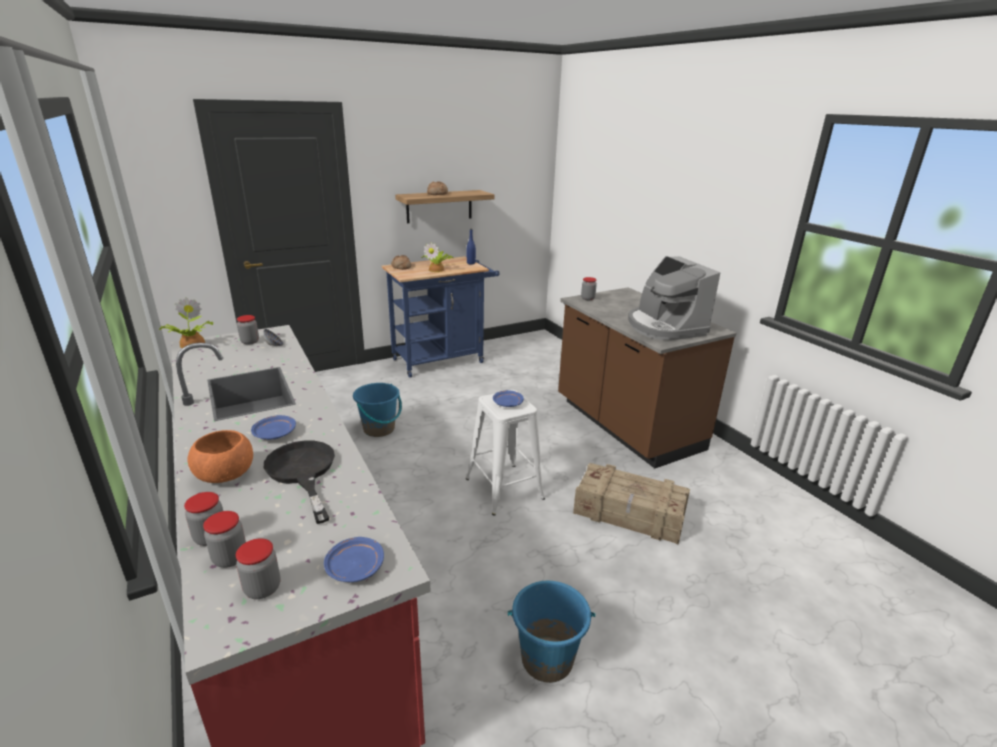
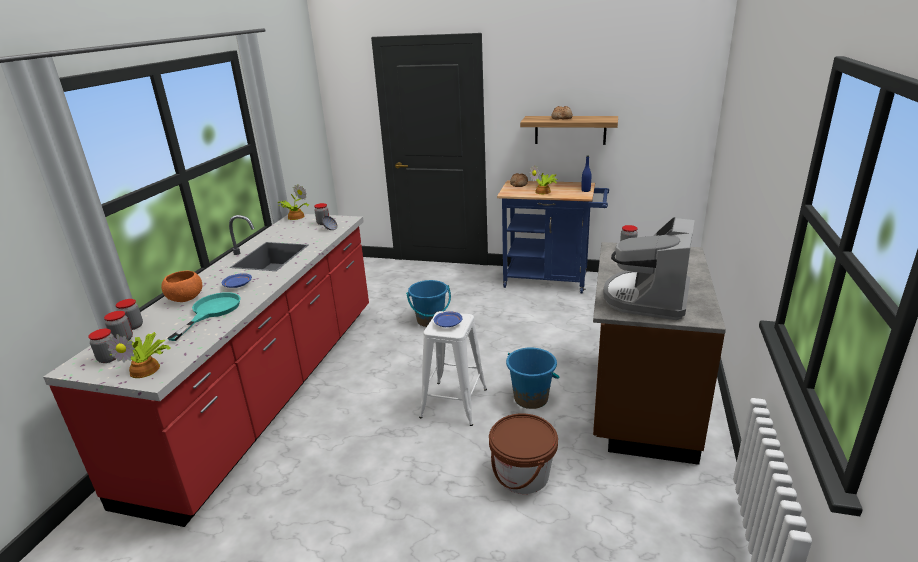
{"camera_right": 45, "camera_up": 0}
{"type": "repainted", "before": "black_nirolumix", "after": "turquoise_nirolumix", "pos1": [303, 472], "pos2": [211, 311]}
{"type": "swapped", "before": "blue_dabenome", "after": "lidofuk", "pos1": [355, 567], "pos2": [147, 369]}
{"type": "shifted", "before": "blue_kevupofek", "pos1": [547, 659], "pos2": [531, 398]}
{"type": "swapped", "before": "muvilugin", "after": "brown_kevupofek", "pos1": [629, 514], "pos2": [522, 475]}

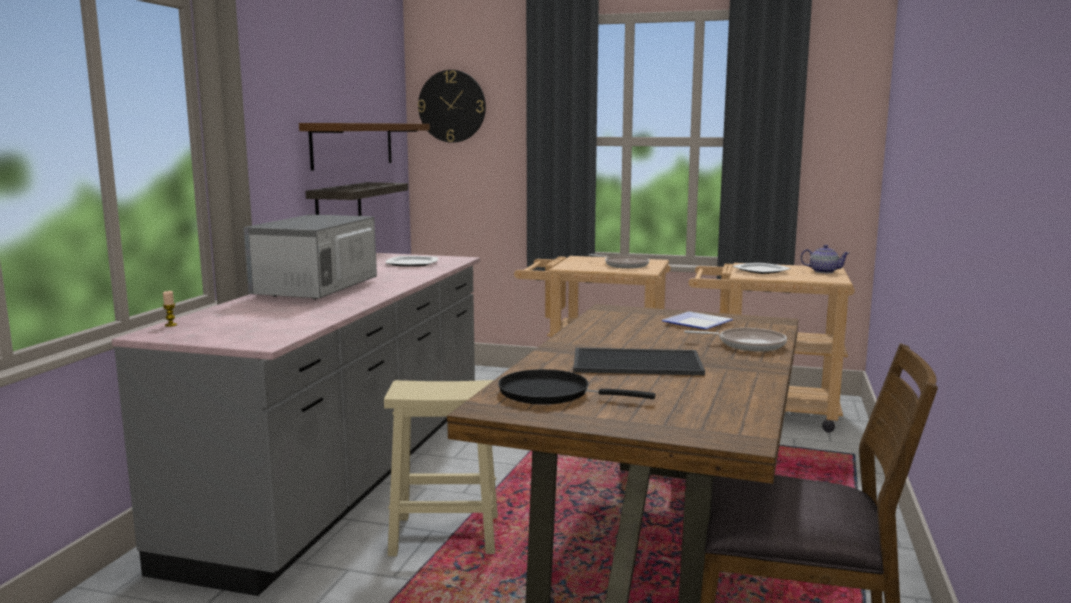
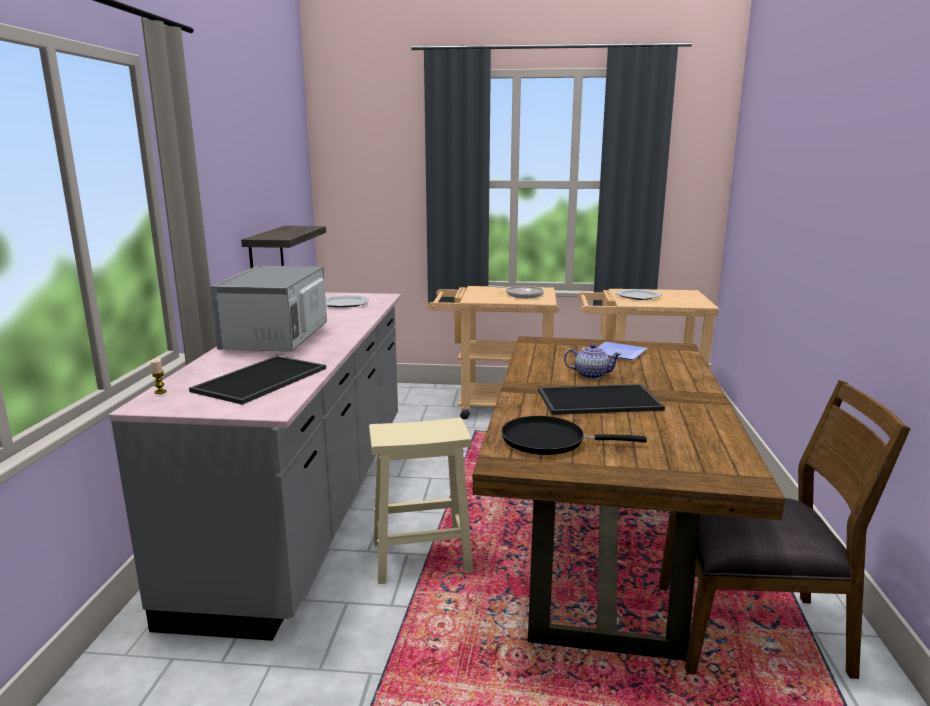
{"camera_right": -10, "camera_up": 5}
{"type": "gone", "before": "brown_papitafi", "pos1": [353, 145]}
{"type": "gone", "before": "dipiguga", "pos1": [452, 106]}
{"type": "gone", "before": "nirolumix", "pos1": [747, 345]}
{"type": "shifted", "before": "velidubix", "pos1": [823, 271], "pos2": [591, 375]}
{"type": "new", "after": "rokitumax", "pos2": [261, 380]}

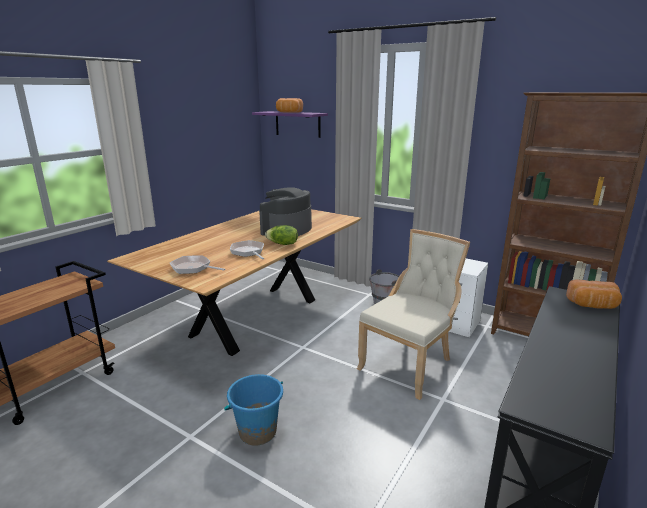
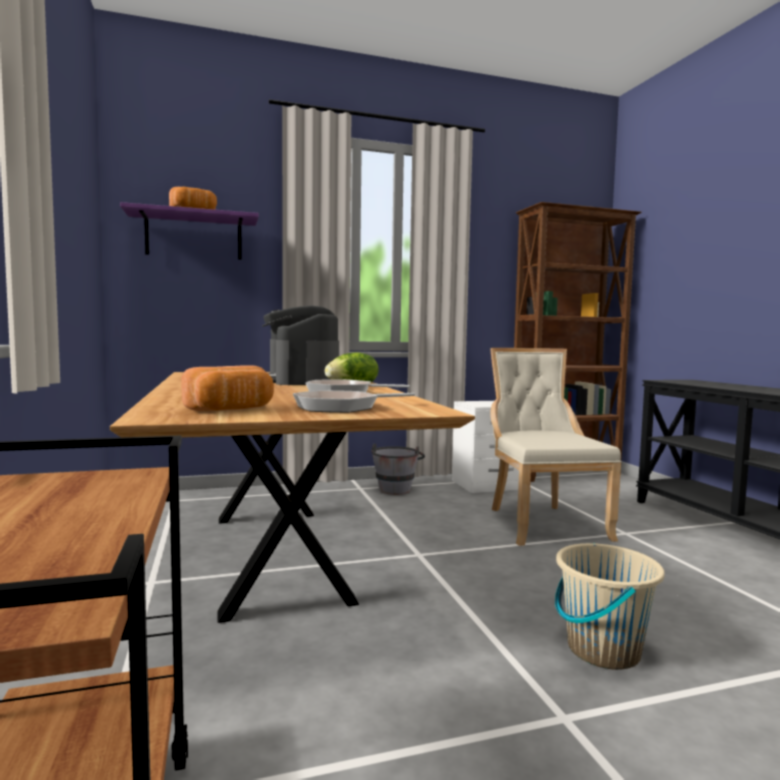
{"camera_right": -50, "camera_up": -15}
{"type": "repainted", "before": "blue_kevupofek", "after": "beige_kevupofek", "pos1": [257, 432], "pos2": [602, 650]}
{"type": "shifted", "before": "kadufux", "pos1": [592, 305], "pos2": [232, 410]}

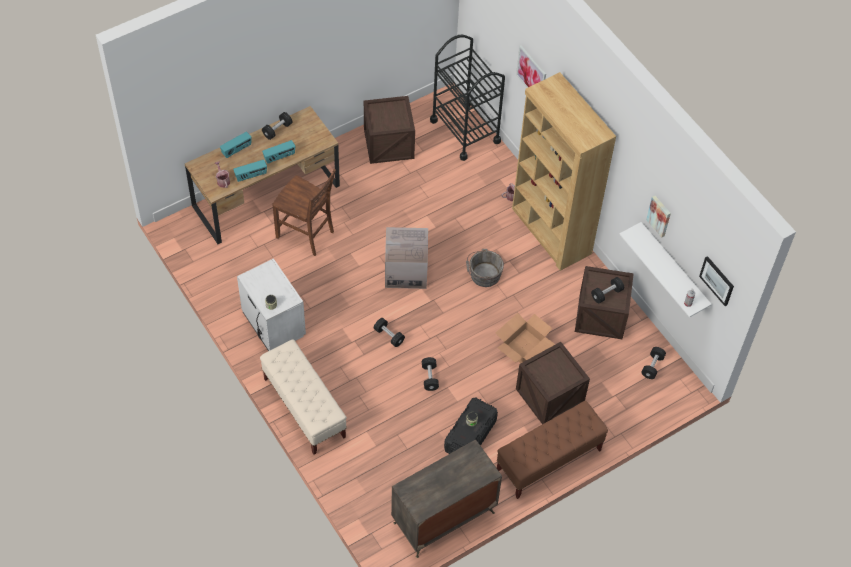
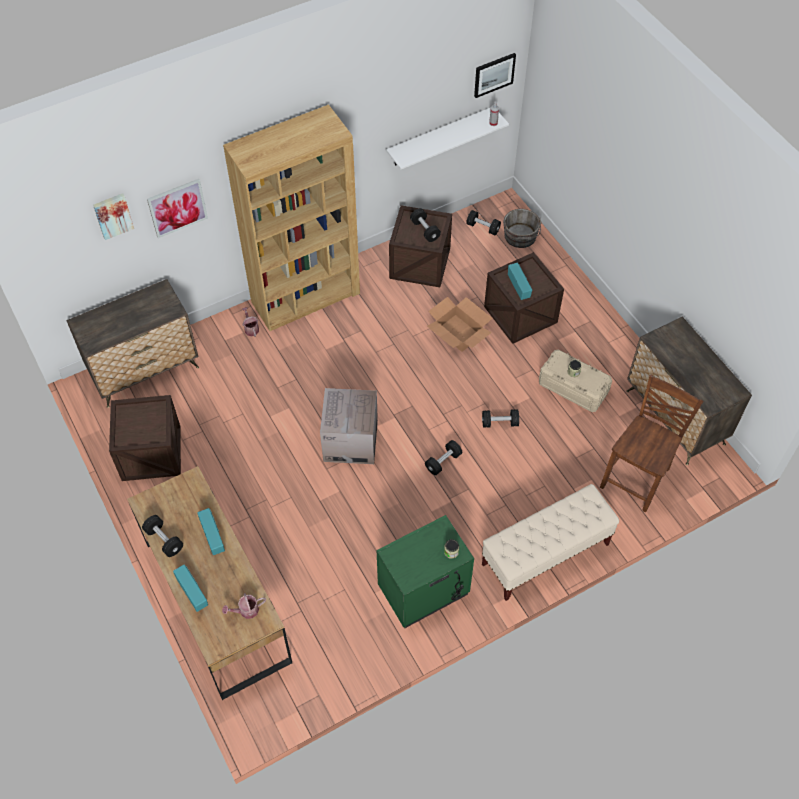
{"camera_right": -85, "camera_up": 0}
{"type": "shifted", "before": "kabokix", "pos1": [251, 176], "pos2": [519, 287]}
{"type": "repainted", "before": "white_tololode", "after": "green_tololode", "pos1": [272, 324], "pos2": [424, 591]}
{"type": "shifted", "before": "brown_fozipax", "pos1": [306, 234], "pos2": [637, 478]}
{"type": "swapped", "before": "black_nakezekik", "after": "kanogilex", "pos1": [465, 131], "pos2": [145, 370]}
{"type": "repainted", "before": "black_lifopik", "after": "beige_lifopik", "pos1": [470, 435], "pos2": [573, 388]}
{"type": "shifted", "before": "grey_kevupofek", "pos1": [483, 275], "pos2": [520, 237]}
{"type": "gone", "before": "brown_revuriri", "pos1": [548, 460]}
{"type": "shifted", "before": "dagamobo", "pos1": [659, 215], "pos2": [113, 215]}

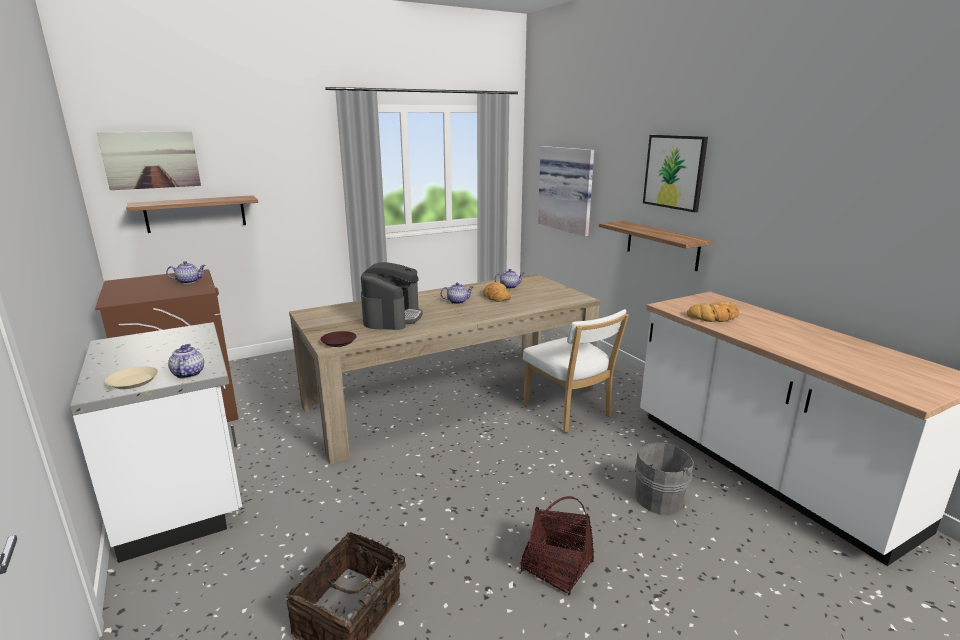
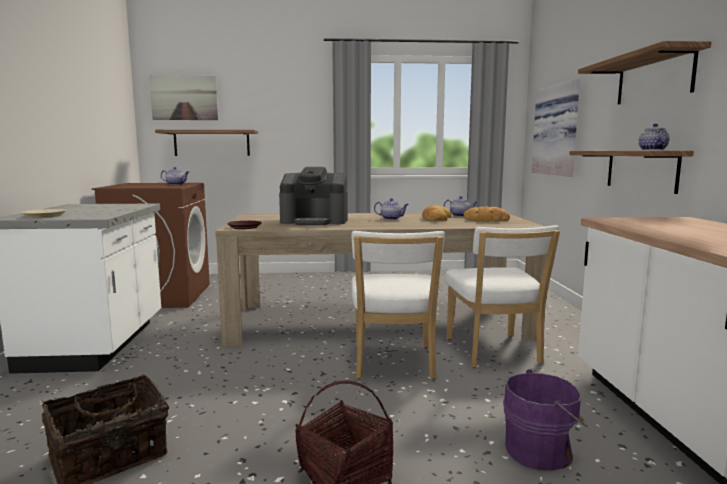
{"camera_right": 25, "camera_up": -10}
{"type": "shifted", "before": "velidubix", "pos1": [188, 373], "pos2": [652, 150]}
{"type": "rotated", "before": "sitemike", "pos1": [392, 317], "pos2": [315, 221], "turn": 60}
{"type": "repainted", "before": "grey_kevupofek", "after": "purple_kevupofek", "pos1": [661, 498], "pos2": [541, 451]}
{"type": "swapped", "before": "dagamobo", "after": "papitafi", "pos1": [674, 172], "pos2": [654, 78]}
{"type": "shifted", "before": "kadufux", "pos1": [714, 317], "pos2": [486, 220]}
{"type": "new", "after": "white_fozipax", "pos2": [393, 364]}

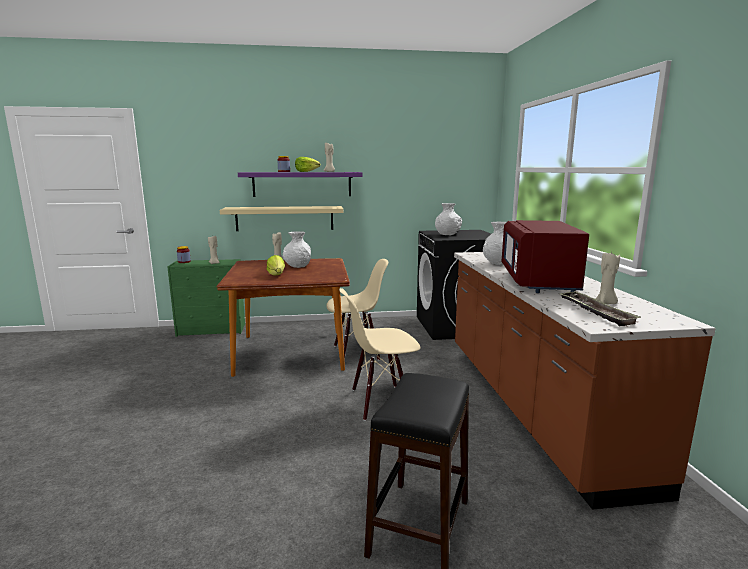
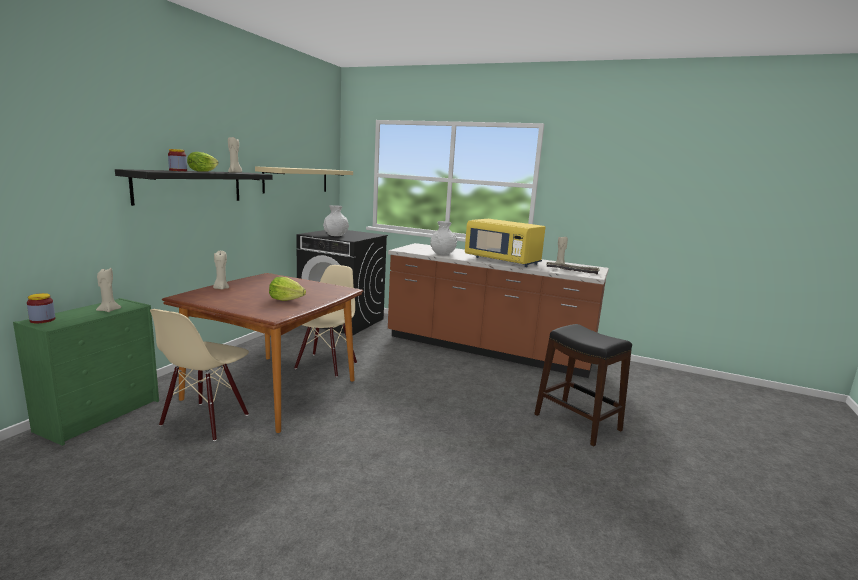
{"camera_right": -60, "camera_up": 0}
{"type": "shifted", "before": "beige_papitafi", "pos1": [284, 218], "pos2": [296, 180]}
{"type": "repainted", "before": "purple_papitafi", "after": "black_papitafi", "pos1": [302, 184], "pos2": [190, 187]}
{"type": "gone", "before": "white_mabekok", "pos1": [297, 266]}
{"type": "shifted", "before": "beige_fozipax", "pos1": [380, 401], "pos2": [205, 421]}
{"type": "repainted", "before": "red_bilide", "after": "yellow_bilide", "pos1": [538, 281], "pos2": [502, 261]}

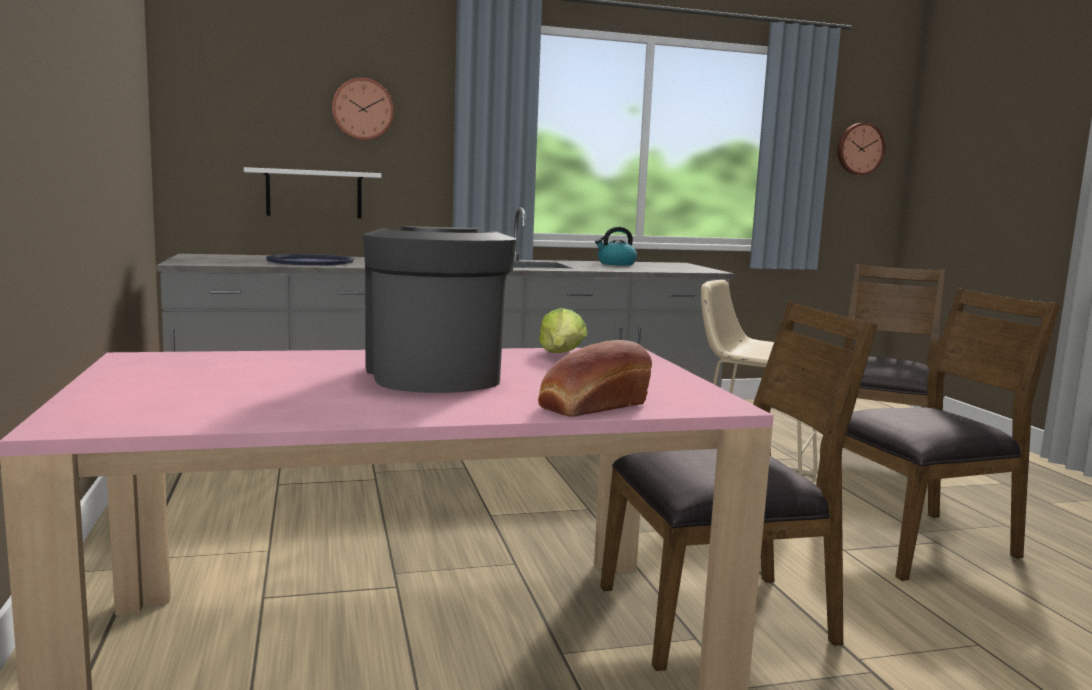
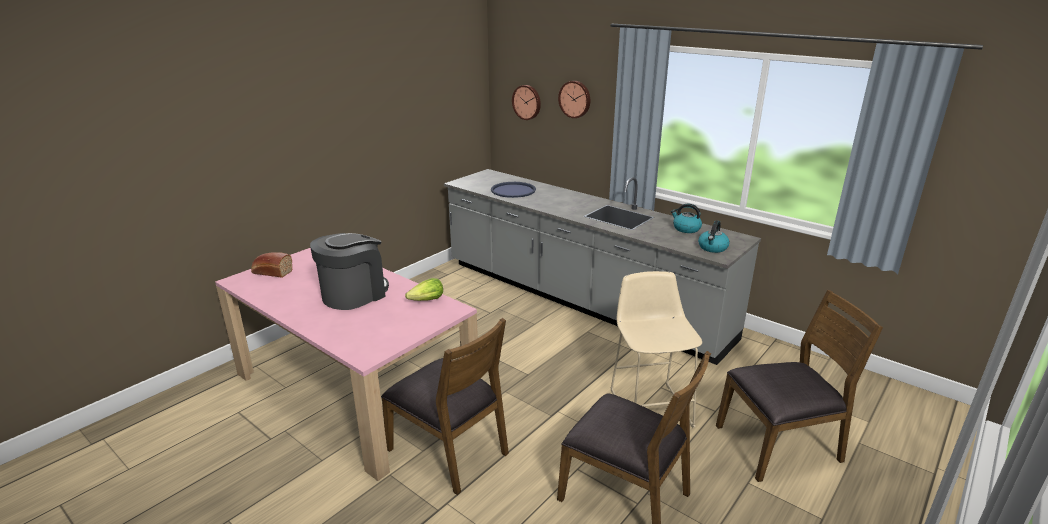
{"camera_right": 55, "camera_up": 15}
{"type": "gone", "before": "white_papitafi", "pos1": [314, 194]}
{"type": "shifted", "before": "kadufux", "pos1": [590, 406], "pos2": [271, 272]}
{"type": "shifted", "before": "dipiguga", "pos1": [859, 149], "pos2": [527, 102]}
{"type": "new", "after": "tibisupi", "pos2": [712, 248]}

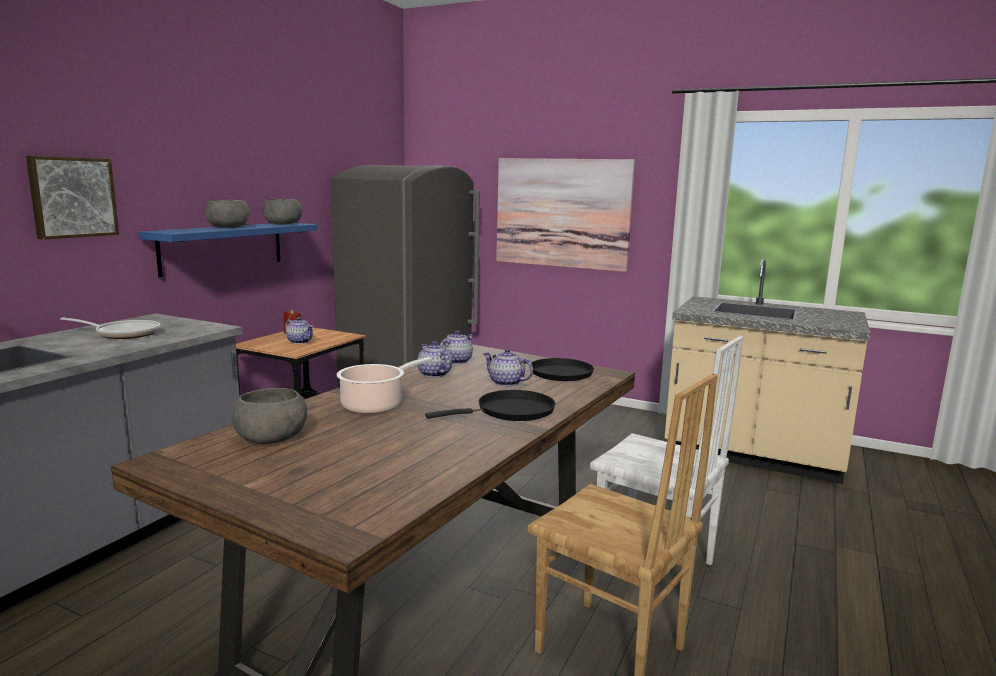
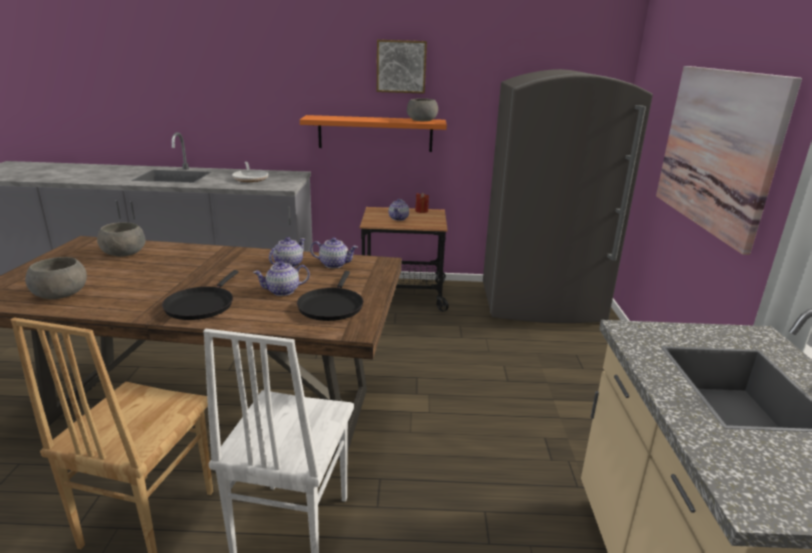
{"camera_right": 65, "camera_up": 10}
{"type": "shifted", "before": "dagamobo", "pos1": [72, 197], "pos2": [401, 66]}
{"type": "repainted", "before": "blue_papitafi", "after": "orange_papitafi", "pos1": [223, 247], "pos2": [375, 133]}
{"type": "shifted", "before": "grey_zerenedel", "pos1": [228, 227], "pos2": [61, 294]}
{"type": "gone", "before": "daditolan", "pos1": [375, 405]}
{"type": "rotated", "before": "black_nirolumix", "pos1": [511, 411], "pos2": [201, 305], "turn": 60}
{"type": "rotated", "before": "velidubix", "pos1": [506, 383], "pos2": [282, 291], "turn": -120}

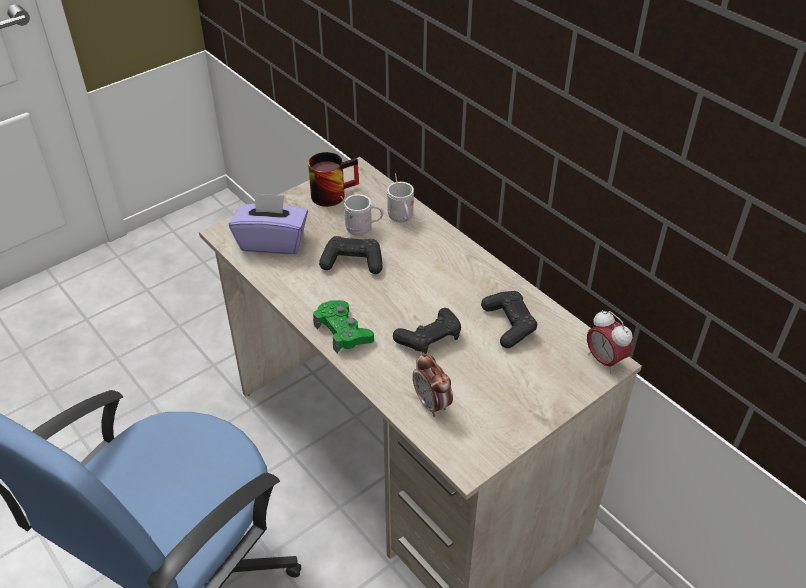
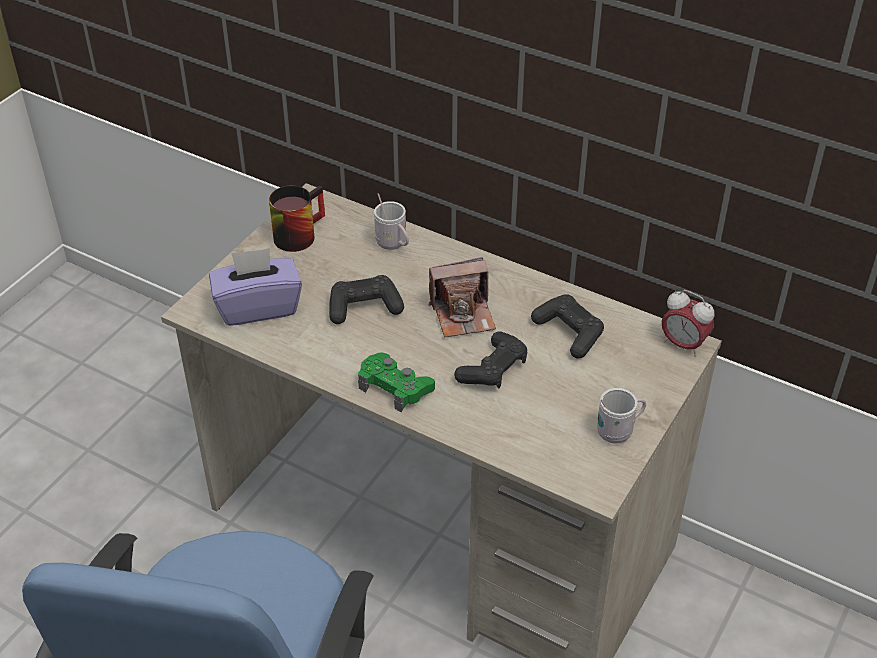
{"camera_right": -20, "camera_up": 0}
{"type": "shifted", "before": "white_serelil", "pos1": [363, 229], "pos2": [619, 431]}
{"type": "gone", "before": "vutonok", "pos1": [432, 404]}
{"type": "new", "after": "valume", "pos2": [463, 314]}

